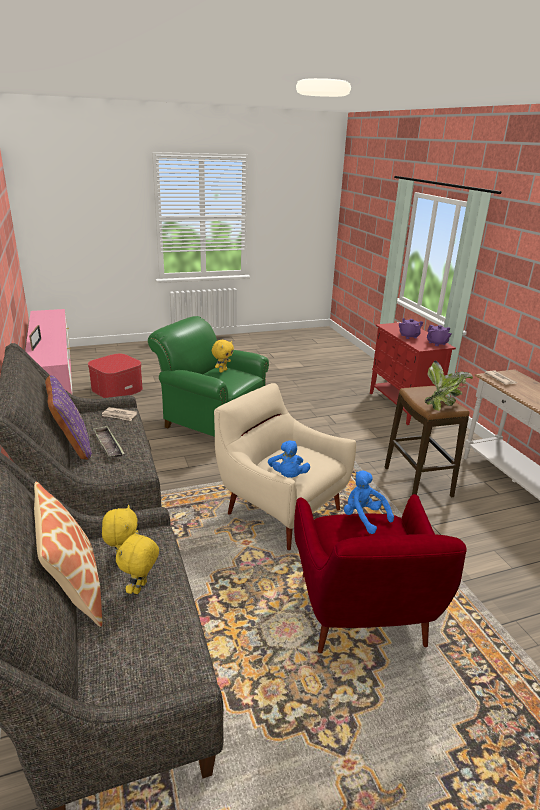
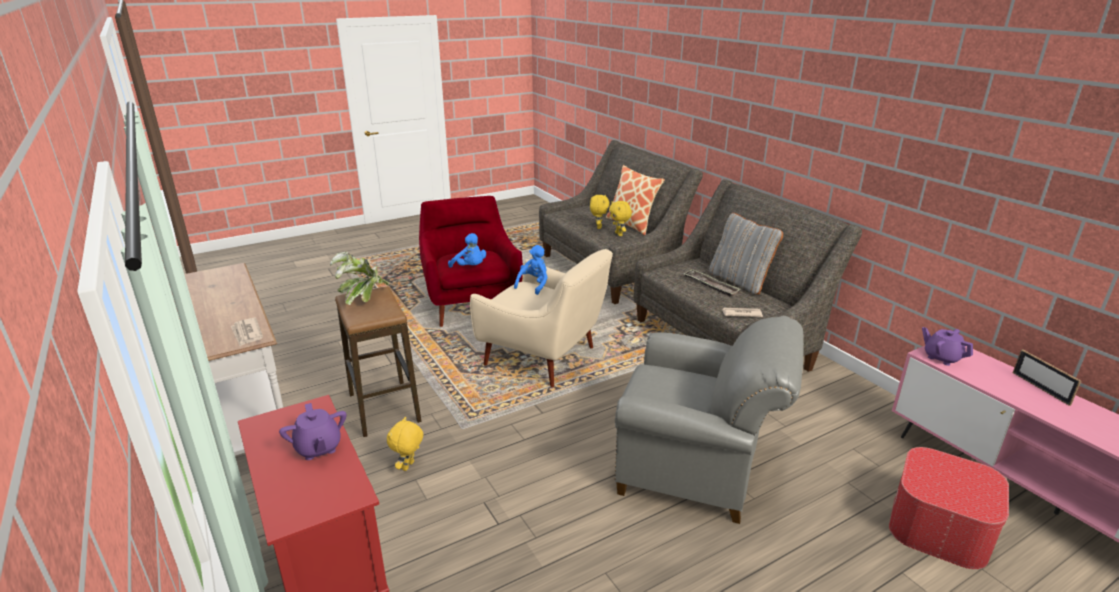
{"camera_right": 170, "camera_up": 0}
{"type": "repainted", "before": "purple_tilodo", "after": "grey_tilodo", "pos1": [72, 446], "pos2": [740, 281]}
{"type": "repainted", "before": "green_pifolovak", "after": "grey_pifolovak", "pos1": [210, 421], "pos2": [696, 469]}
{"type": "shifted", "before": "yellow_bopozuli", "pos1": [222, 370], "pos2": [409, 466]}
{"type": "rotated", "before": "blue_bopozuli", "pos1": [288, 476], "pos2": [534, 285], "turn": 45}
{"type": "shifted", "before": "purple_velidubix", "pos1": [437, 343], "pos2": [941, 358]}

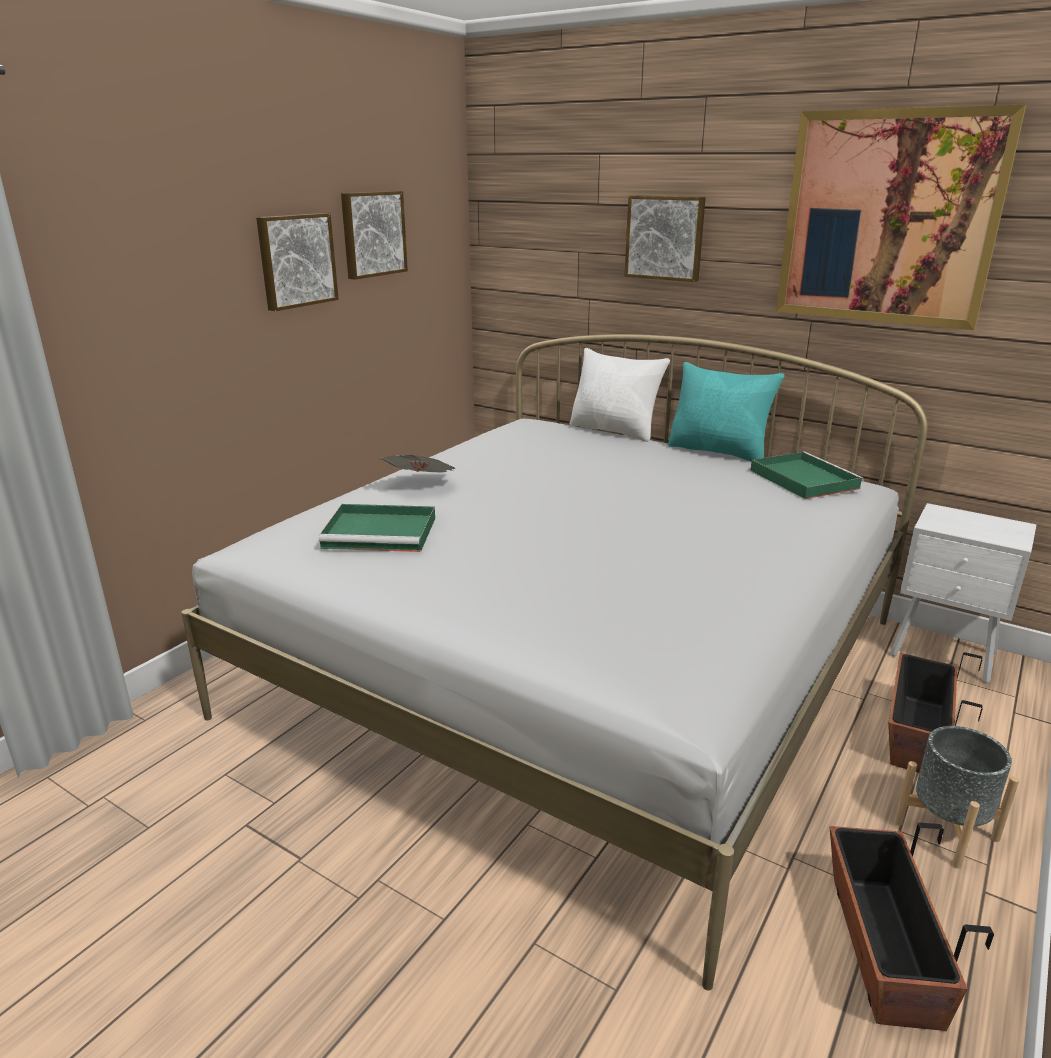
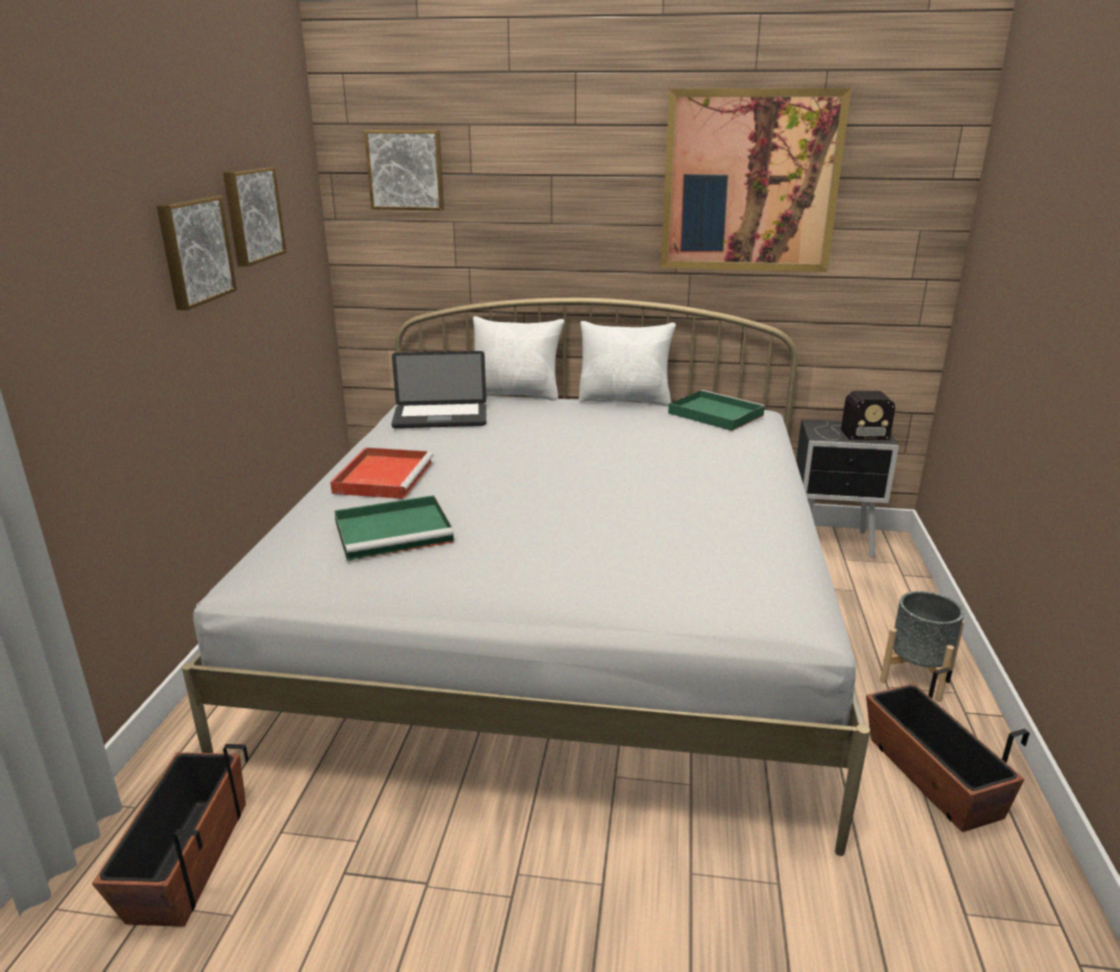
{"camera_right": -25, "camera_up": 0}
{"type": "swapped", "before": "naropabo", "after": "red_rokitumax", "pos1": [420, 484], "pos2": [384, 476]}
{"type": "shifted", "before": "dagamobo", "pos1": [665, 238], "pos2": [406, 170]}
{"type": "repainted", "before": "turquoise_tilodo", "after": "white_tilodo", "pos1": [719, 451], "pos2": [625, 400]}
{"type": "shifted", "before": "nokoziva", "pos1": [917, 735], "pos2": [187, 860]}
{"type": "repainted", "before": "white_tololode", "after": "black_tololode", "pos1": [945, 656], "pos2": [833, 543]}
{"type": "new", "after": "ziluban", "pos2": [440, 418]}
{"type": "new", "after": "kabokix", "pos2": [848, 433]}

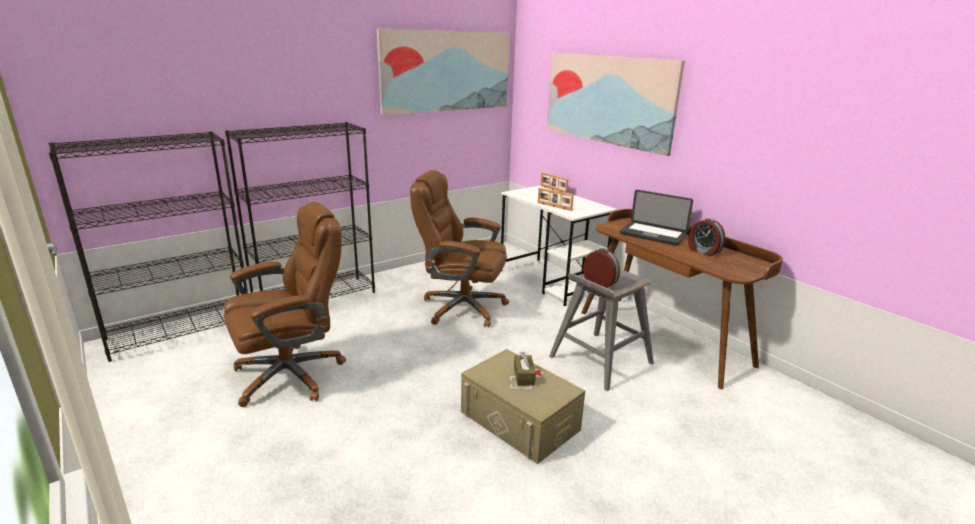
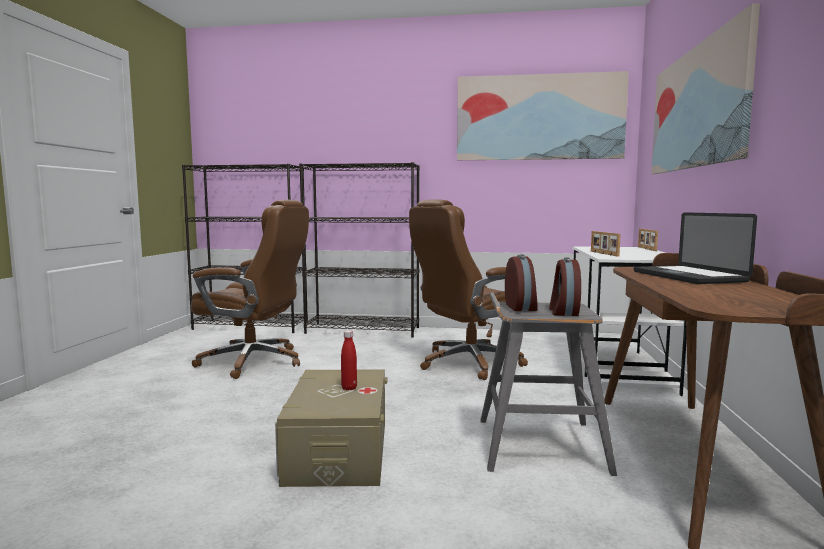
{"camera_right": 45, "camera_up": -15}
{"type": "rotated", "before": "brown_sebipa", "pos1": [461, 307], "pos2": [467, 363], "turn": -90}
{"type": "swapped", "before": "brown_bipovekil", "after": "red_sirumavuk", "pos1": [524, 376], "pos2": [349, 388]}
{"type": "shifted", "before": "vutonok", "pos1": [703, 251], "pos2": [563, 312]}

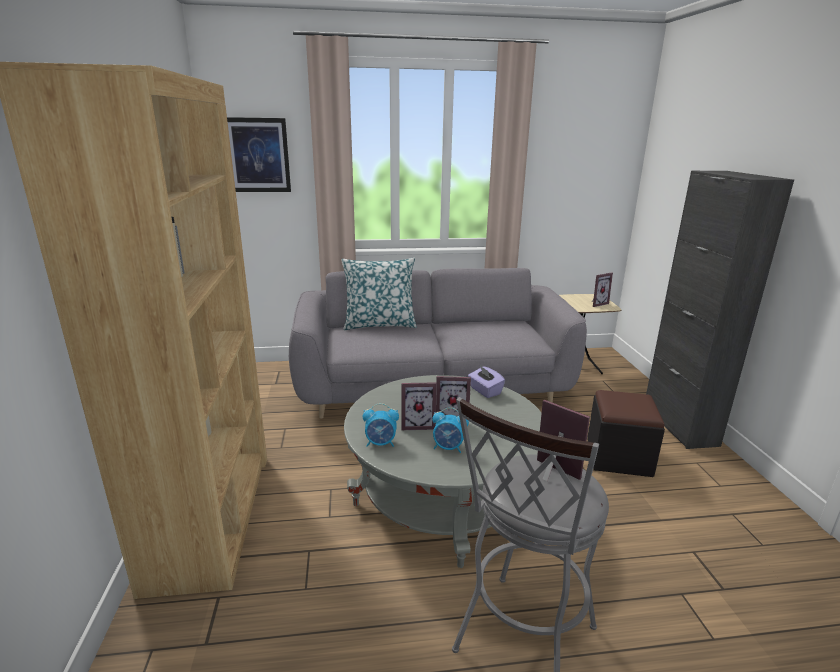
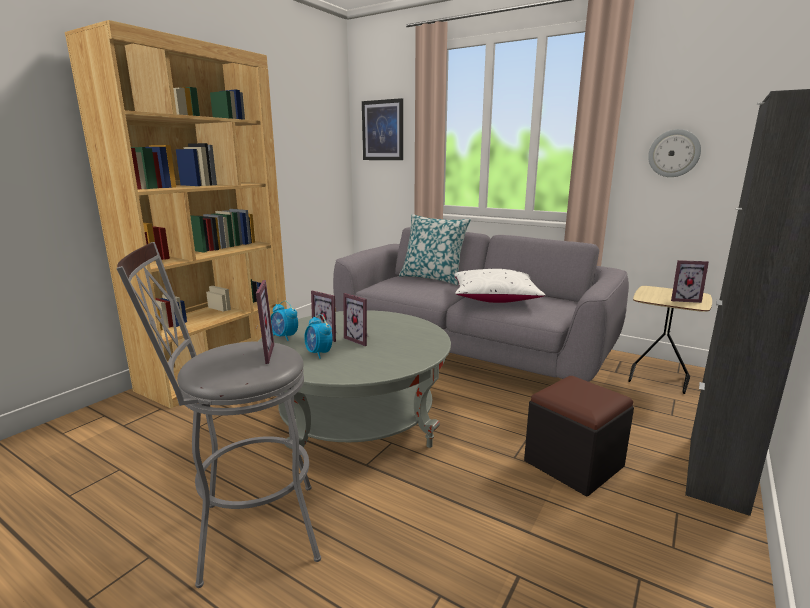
{"camera_right": 40, "camera_up": -5}
{"type": "gone", "before": "purple_bipovekil", "pos1": [485, 391]}
{"type": "new", "after": "white_tilodo", "pos2": [494, 298]}
{"type": "new", "after": "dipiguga", "pos2": [674, 153]}

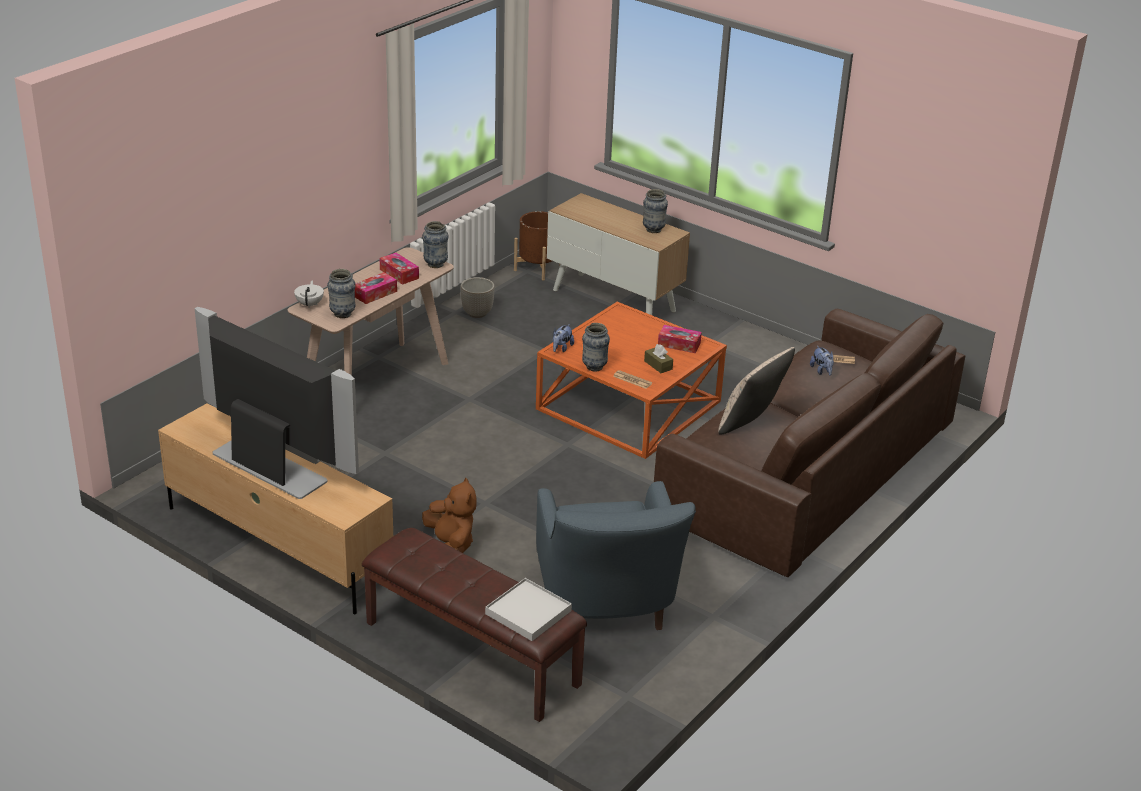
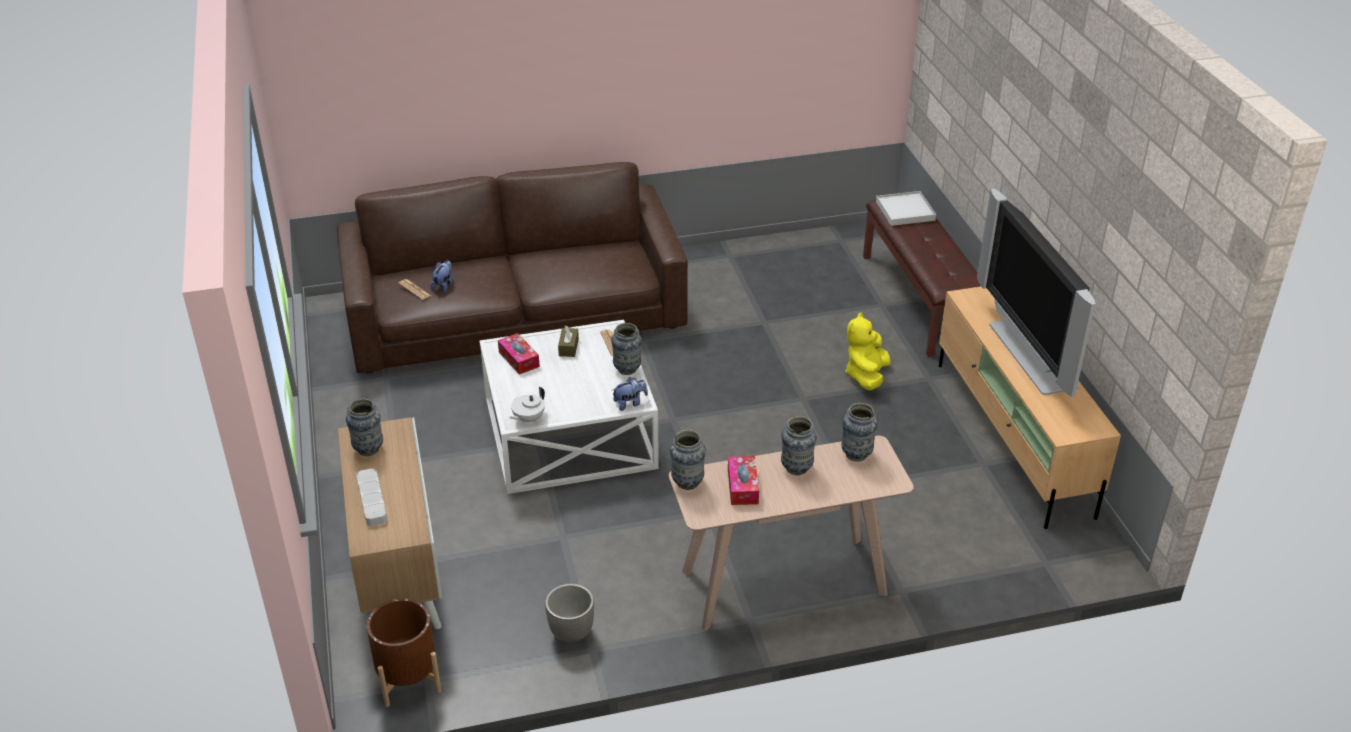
{"camera_right": -140, "camera_up": 5}
{"type": "shifted", "before": "white_velidubix", "pos1": [310, 304], "pos2": [528, 418]}
{"type": "swapped", "before": "bipovekil", "after": "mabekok", "pos1": [375, 293], "pos2": [796, 468]}
{"type": "repainted", "before": "brown_bopozuli", "after": "yellow_bopozuli", "pos1": [450, 546], "pos2": [866, 376]}
{"type": "repainted", "before": "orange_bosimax", "after": "white_bosimax", "pos1": [629, 405], "pos2": [569, 431]}
{"type": "gone", "before": "blue_pifolovak", "pos1": [608, 607]}
{"type": "gone", "before": "beige_tilodo", "pos1": [751, 422]}
{"type": "new", "after": "grey_rokitumax", "pos2": [372, 500]}

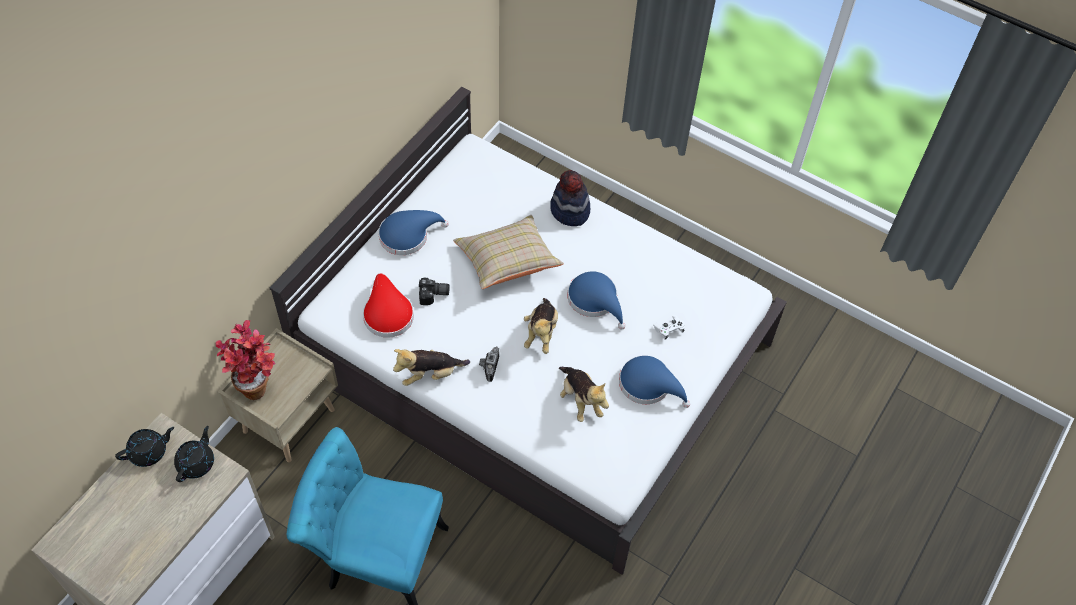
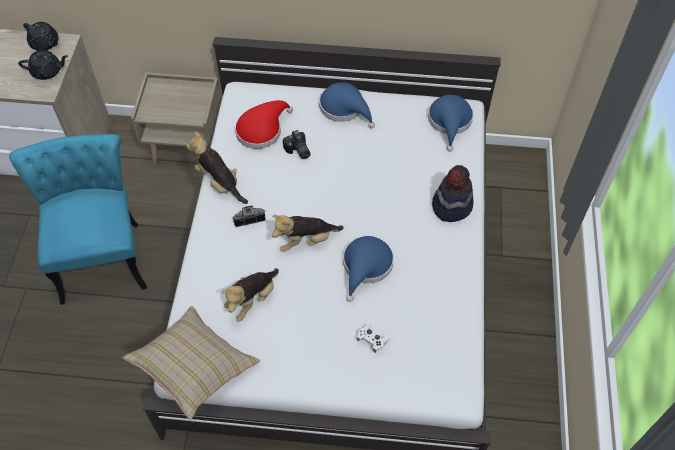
{"camera_right": 65, "camera_up": 0}
{"type": "gone", "before": "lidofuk", "pos1": [256, 383]}
{"type": "shifted", "before": "beige_tilodo", "pos1": [507, 262], "pos2": [194, 368]}
{"type": "shifted", "before": "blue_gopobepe", "pos1": [649, 385], "pos2": [450, 122]}

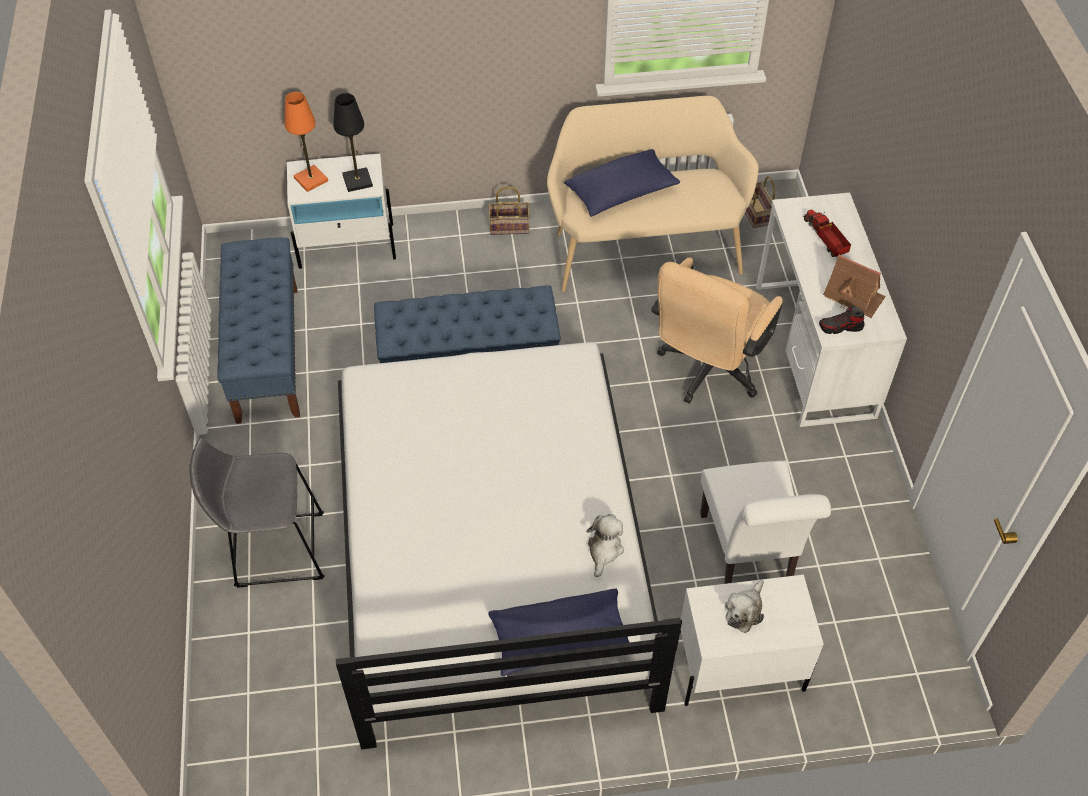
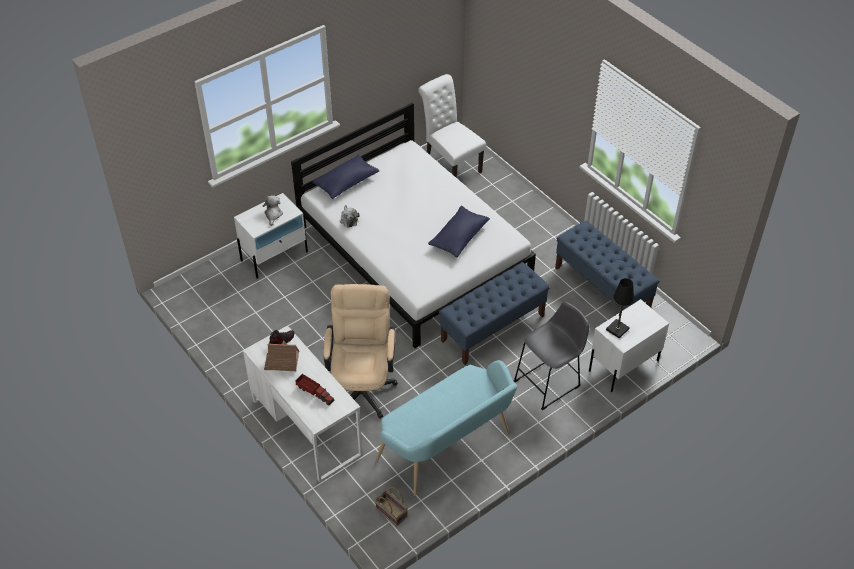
{"camera_right": 150, "camera_up": -5}
{"type": "shifted", "before": "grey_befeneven", "pos1": [273, 549], "pos2": [550, 382]}
{"type": "gone", "before": "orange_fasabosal", "pos1": [311, 179]}
{"type": "gone", "before": "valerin", "pos1": [510, 226]}
{"type": "repainted", "before": "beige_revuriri", "after": "turquoise_revuriri", "pos1": [644, 248], "pos2": [448, 449]}
{"type": "shifted", "before": "blue_tilodo", "pos1": [621, 193], "pos2": [458, 237]}
{"type": "shifted", "before": "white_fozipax", "pos1": [747, 558], "pos2": [450, 164]}

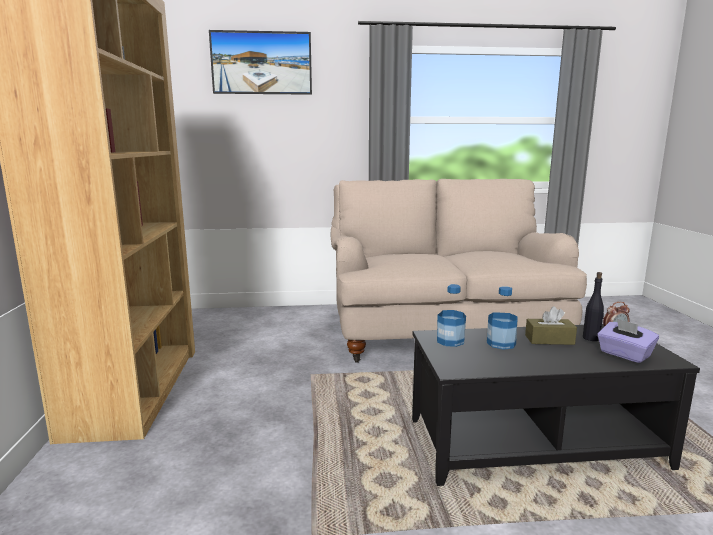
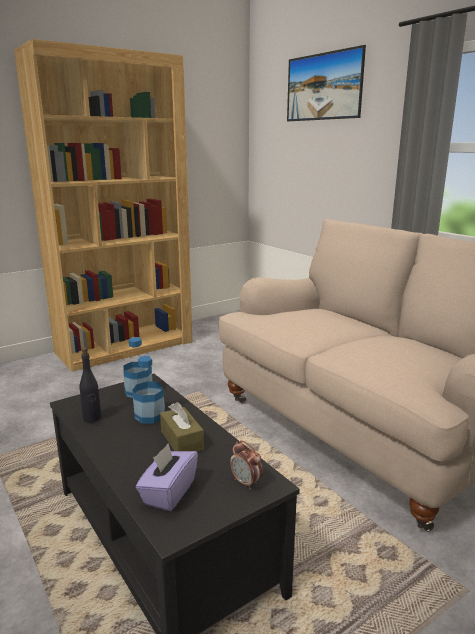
{"camera_right": 60, "camera_up": 5}
{"type": "shifted", "before": "black_sirumavuk", "pos1": [591, 338], "pos2": [92, 418]}

